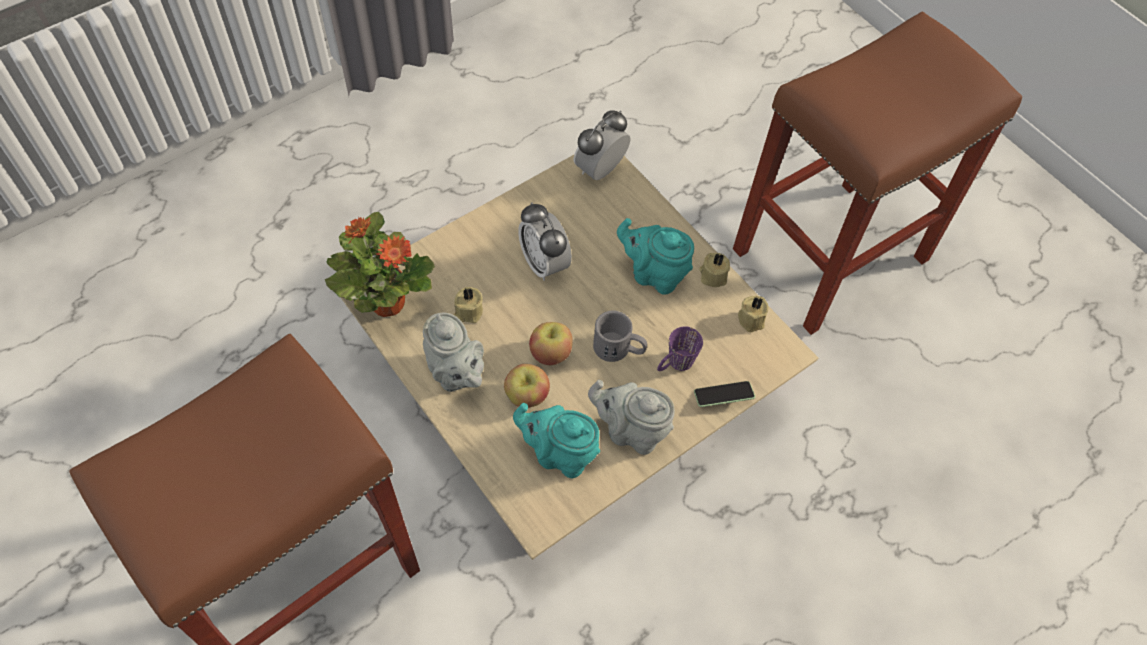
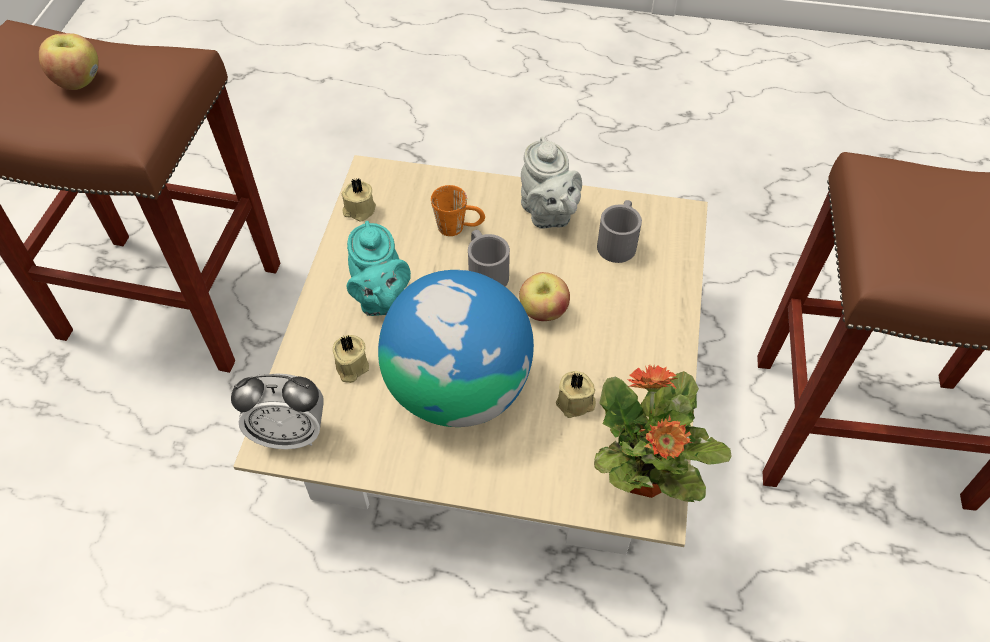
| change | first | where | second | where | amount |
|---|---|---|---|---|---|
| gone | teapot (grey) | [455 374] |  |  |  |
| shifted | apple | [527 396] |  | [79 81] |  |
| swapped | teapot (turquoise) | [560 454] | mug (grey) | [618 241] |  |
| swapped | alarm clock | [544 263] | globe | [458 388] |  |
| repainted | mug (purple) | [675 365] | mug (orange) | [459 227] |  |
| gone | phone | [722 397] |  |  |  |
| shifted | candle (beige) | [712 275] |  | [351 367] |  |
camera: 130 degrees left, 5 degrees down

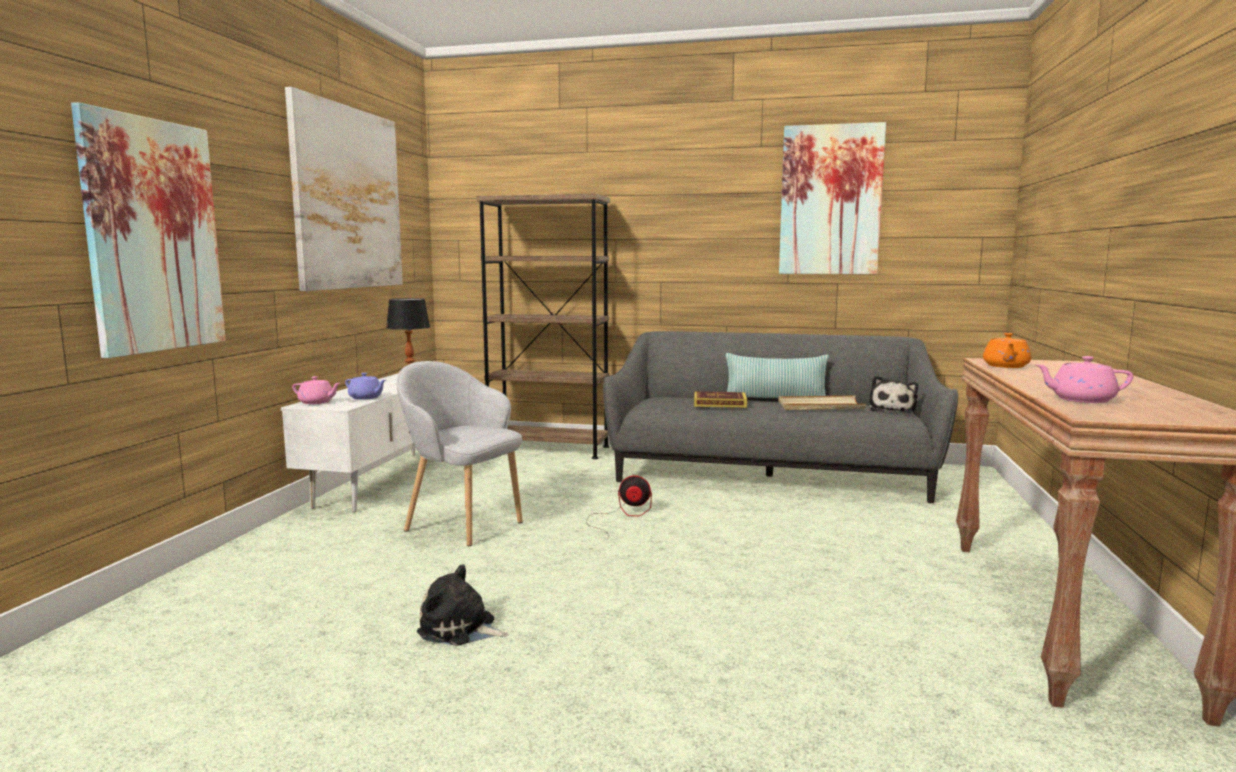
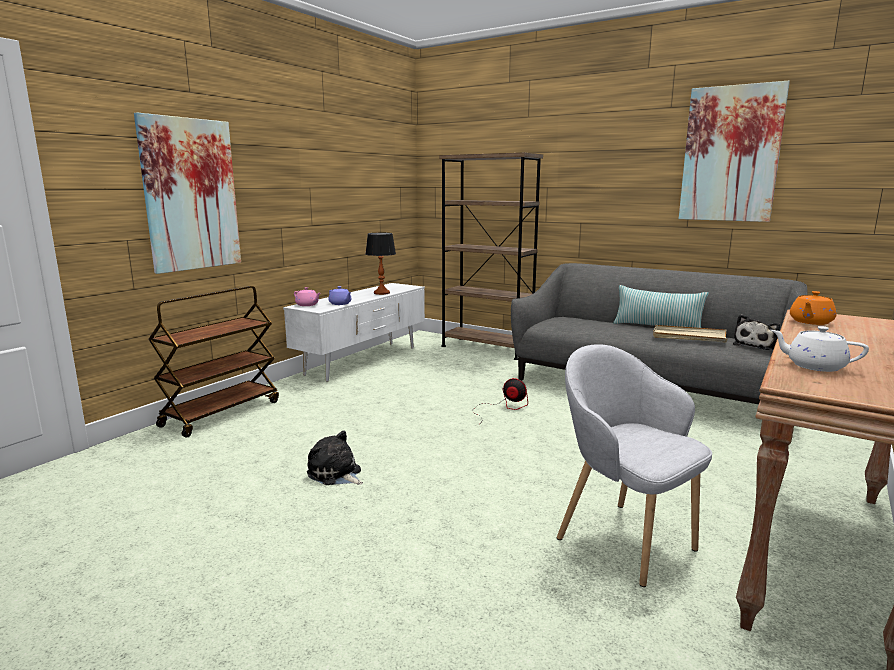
| change | first | where | second | where | amount |
|---|---|---|---|---|---|
| gone | picture | [348 198] |  |  |  |
| shifted | armchair (grey) | [462 524] |  | [623 539] |  |
| gone | book | [719 403] |  |  |  |
| repainted | teapot (pink) | [1080 400] | teapot (white) | [814 366] |  |
| new |  |  | cart (brown) | [221 413] |  |
camera: 20 degrees right, 5 degrees up

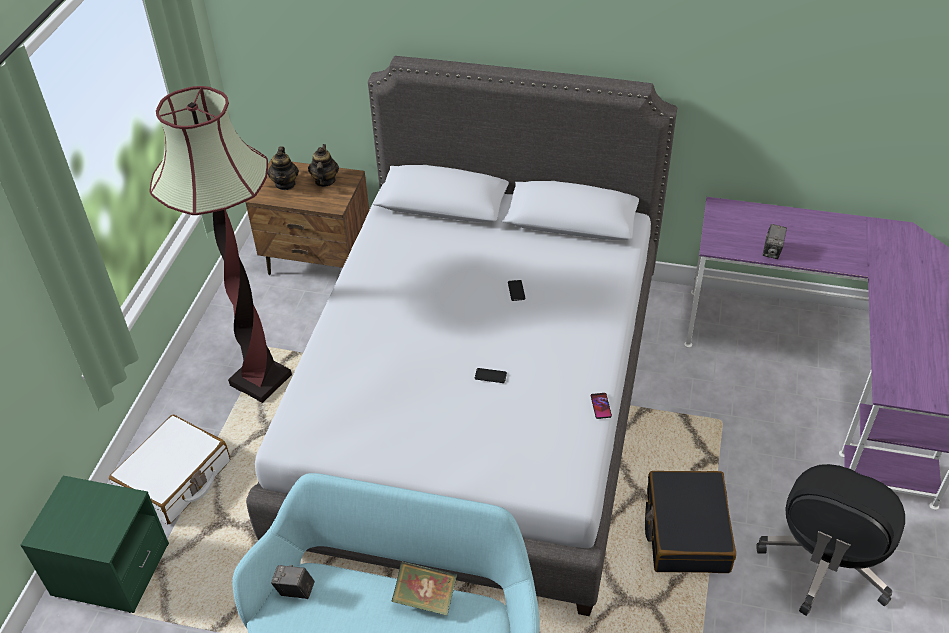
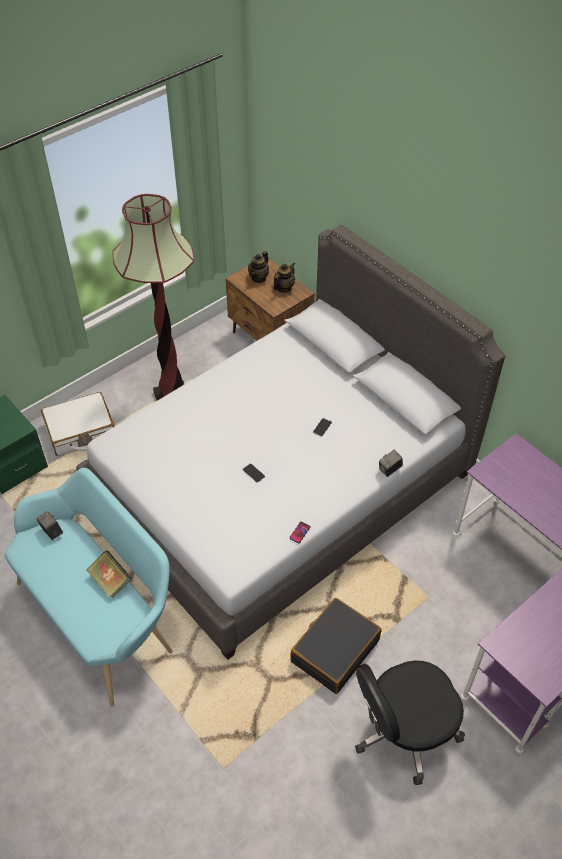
| change | first | where | second | where | amount |
|---|---|---|---|---|---|
| shifted | photo camera | [772 251] |  | [389 470] |  |
camera: 35 degrees right, 5 degrees up

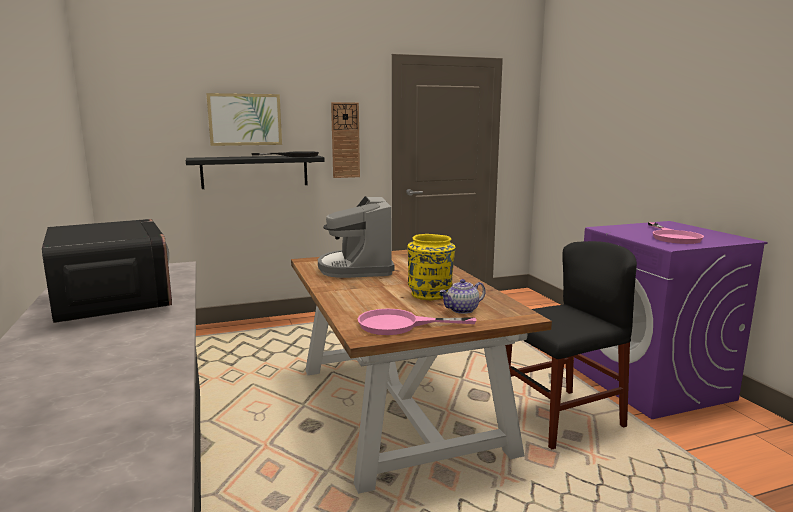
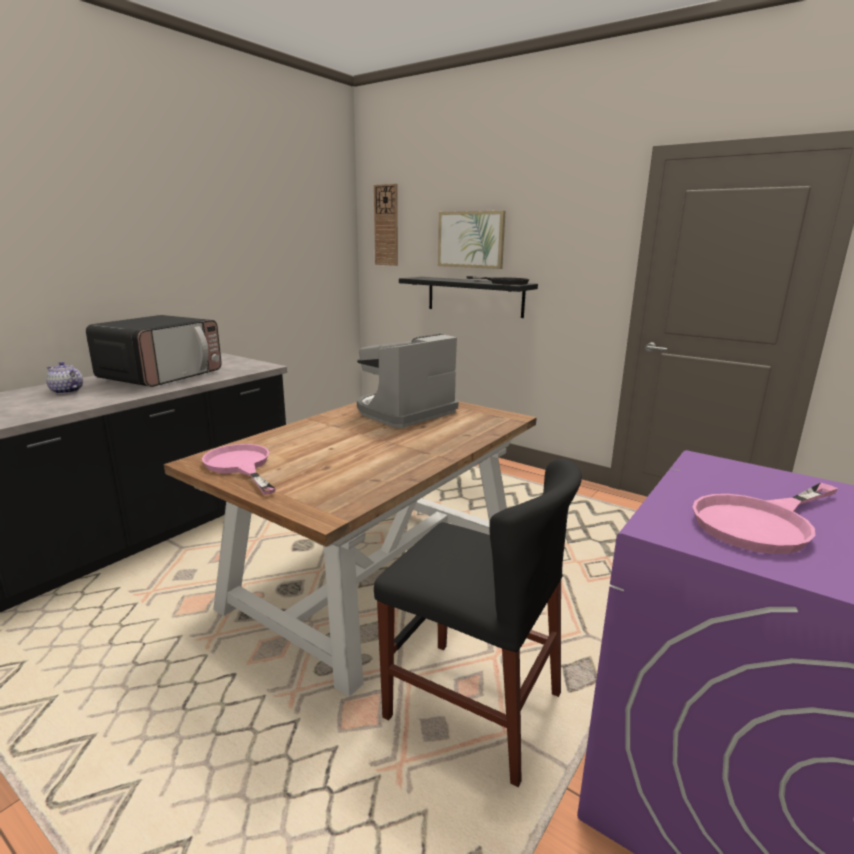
| change | first | where | second | where | amount |
|---|---|---|---|---|---|
| shifted | wall clock | [345 140] |  | [386 225] |  |
| gone | vase (yellow) | [430 294] |  |  |  |
| shifted | teapot | [462 310] |  | [66 391] |  |
camera: 55 degrees right, 5 degrees up

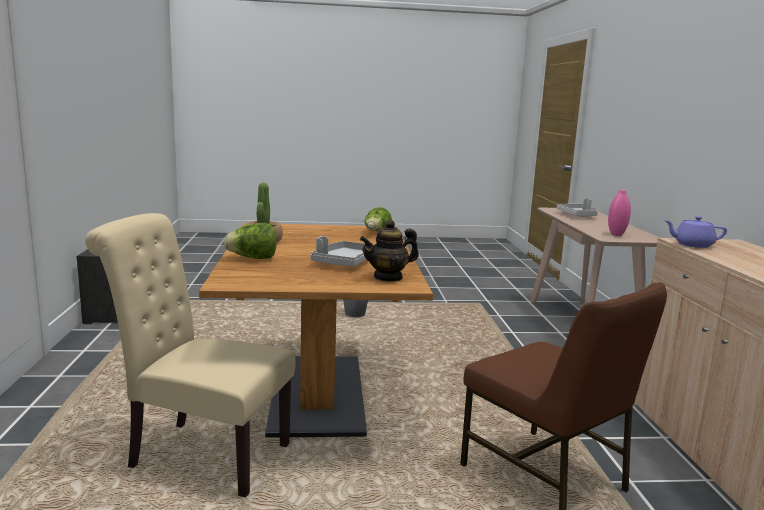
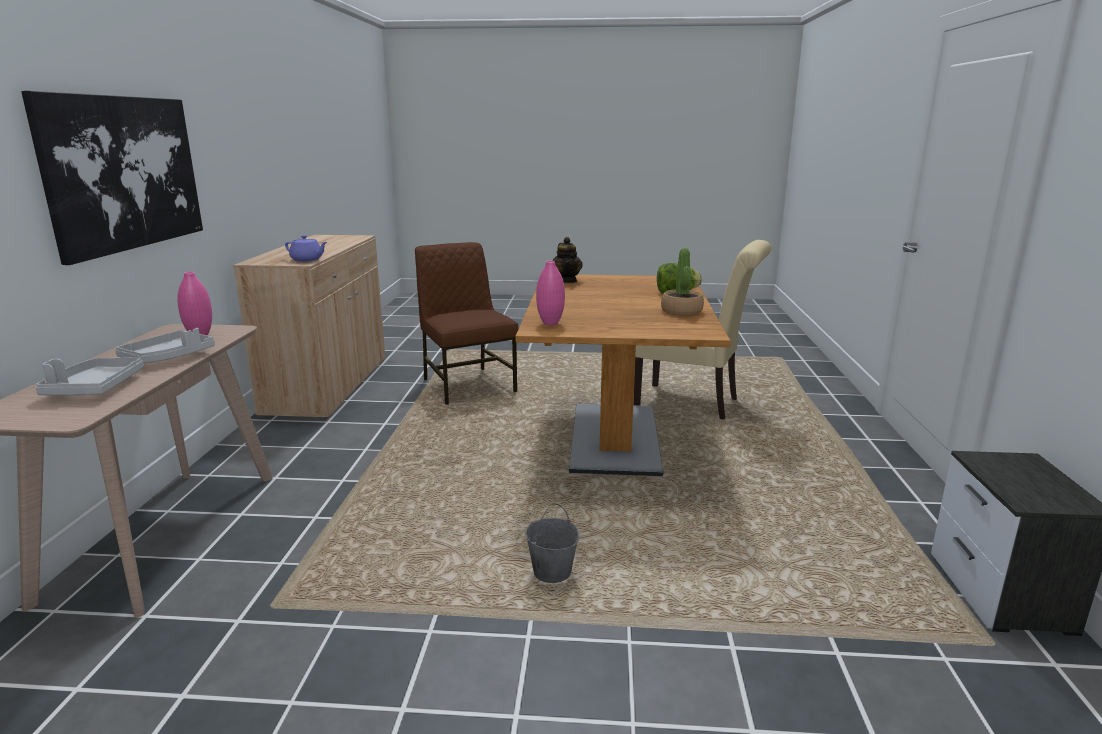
| change | first | where | second | where | amount |
|---|---|---|---|---|---|
| shifted | tray (grey) | [344 262] |  | [169 357] |  |
| rotated | teapot | [388 277] |  | [566 281] | 90 degrees clockwise |
| swapped | lettuce | [376 232] | vase (pink) | [550 323] |  |
| new |  |  | picture | [124 173] |  |
camera: 170 degrees left, 5 degrees up

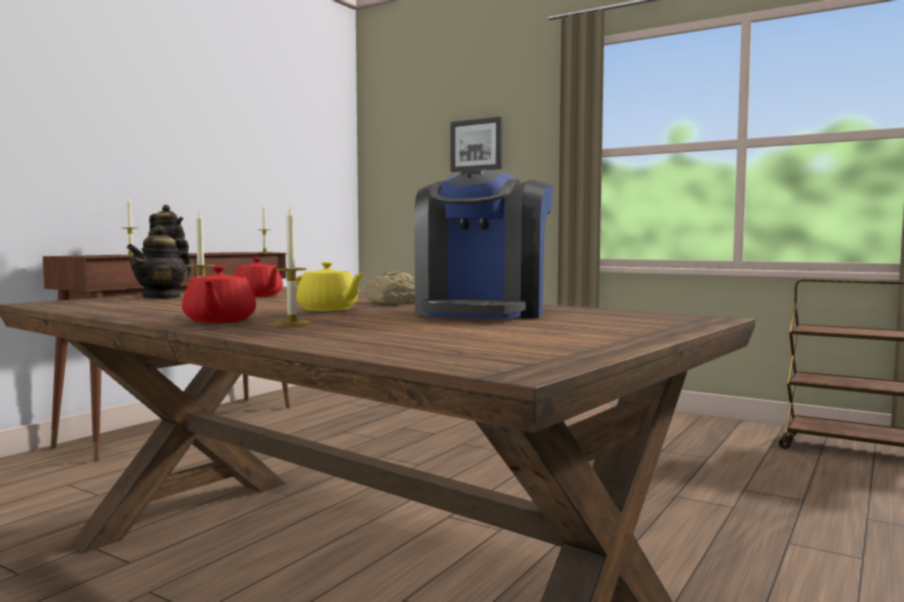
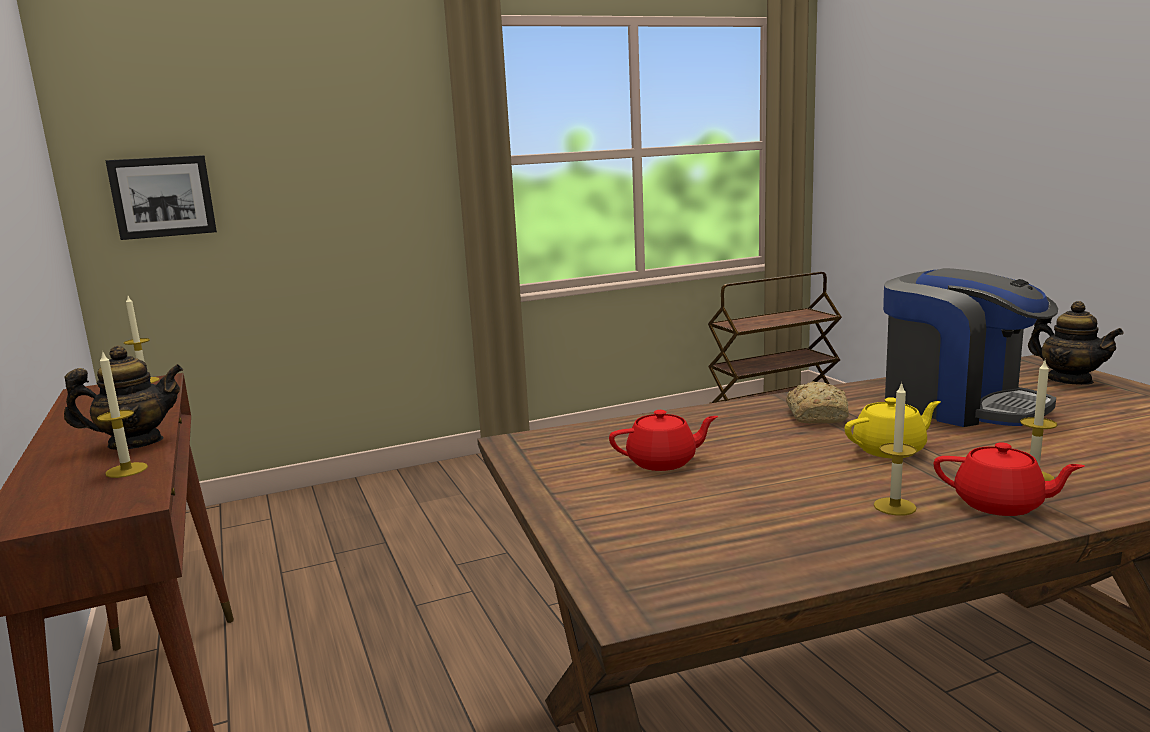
| change | first | where | second | where | amount |
|---|---|---|---|---|---|
| shifted | teapot | [162 297] |  | [1069 380] |  |
| shifted | picture | [476 145] |  | [163 197] |  |
camera: 55 degrees left, 10 degrees up

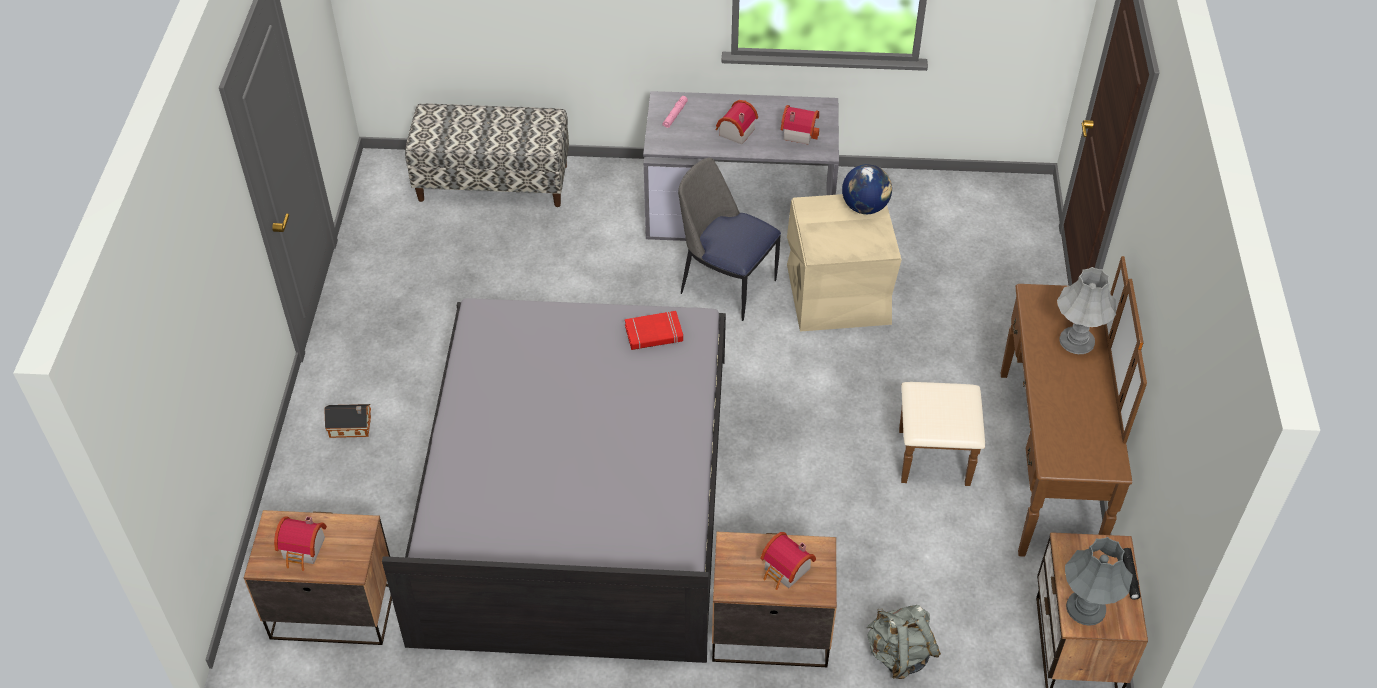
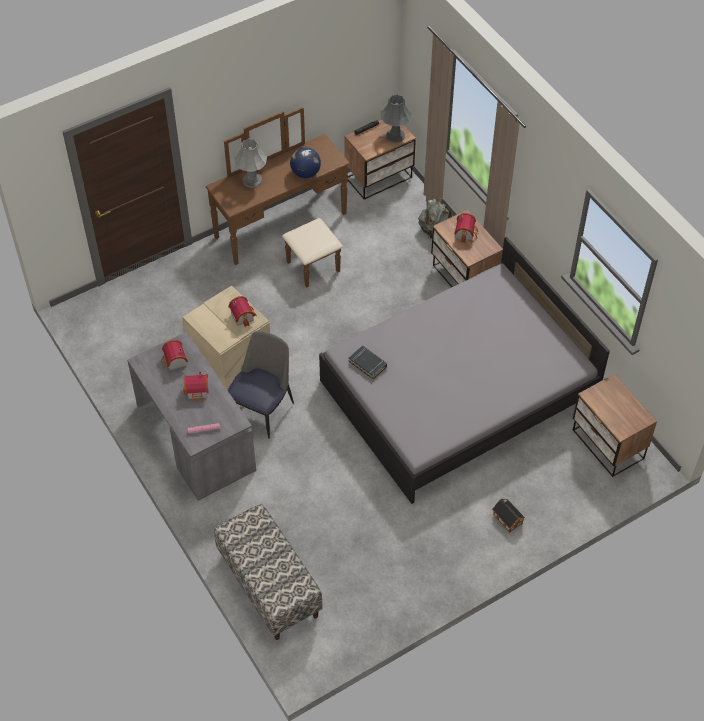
| change | first | where | second | where | amount |
|---|---|---|---|---|---|
| shifted | toy house | [304 550] |  | [243 316] |  |
| repainted | book (red) | [654 334] | book (black) | [368 364] |  |
| rotated | chair | [726 284] |  | [263 410] | 150 degrees counterclockwise |
| shifted | globe | [865 207] |  | [305 173] |  |
camera: 125 degrees left, 5 degrees up

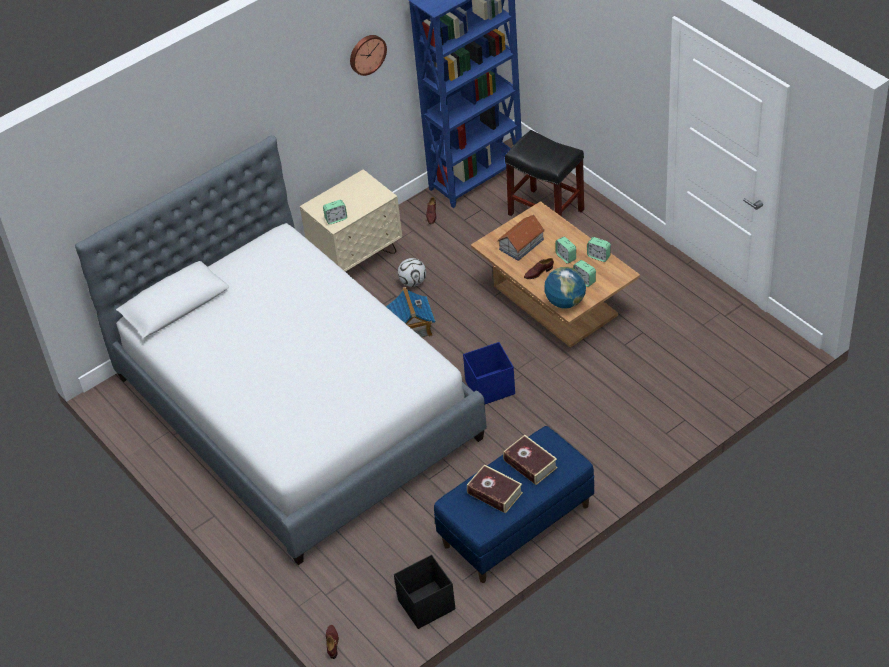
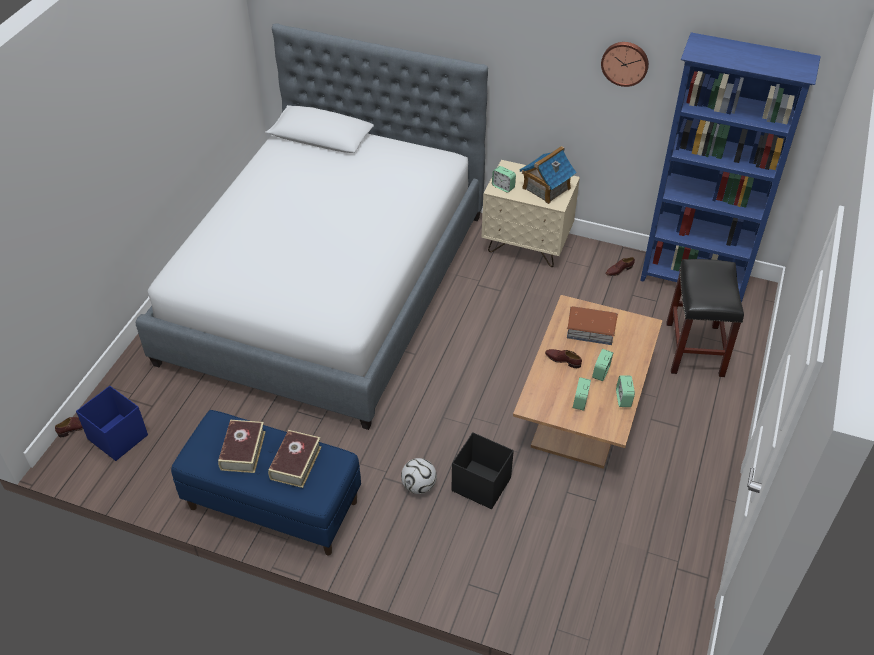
| change | first | where | second | where | amount |
|---|---|---|---|---|---|
| shifted | toy house | [412 328] |  | [546 188] |  |
| shifted | storage box (black) | [425 605] |  | [480 484] |  |
| shifted | football | [413 282] |  | [419 486] |  |
| shifted | storage box (blue) | [489 388] |  | [118 437] |  |
| gone | globe | [565 302] |  |  |  |
camera: 55 degrees right, 0 degrees up

